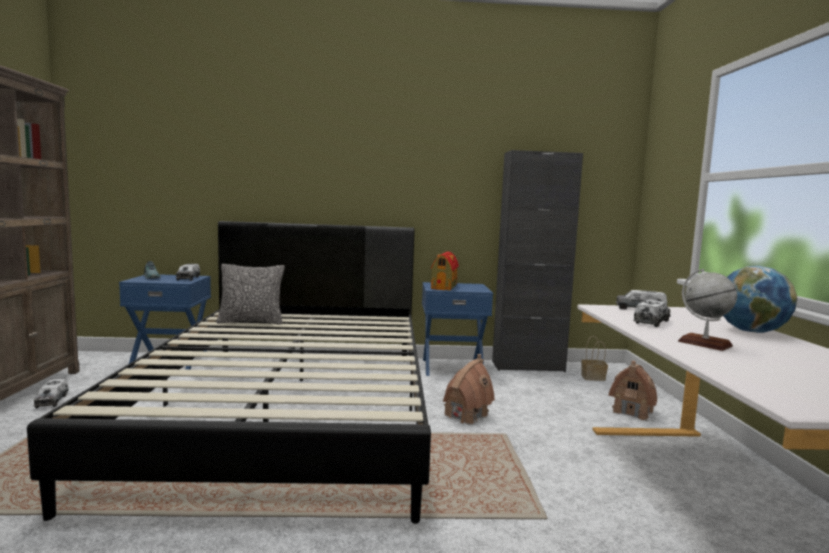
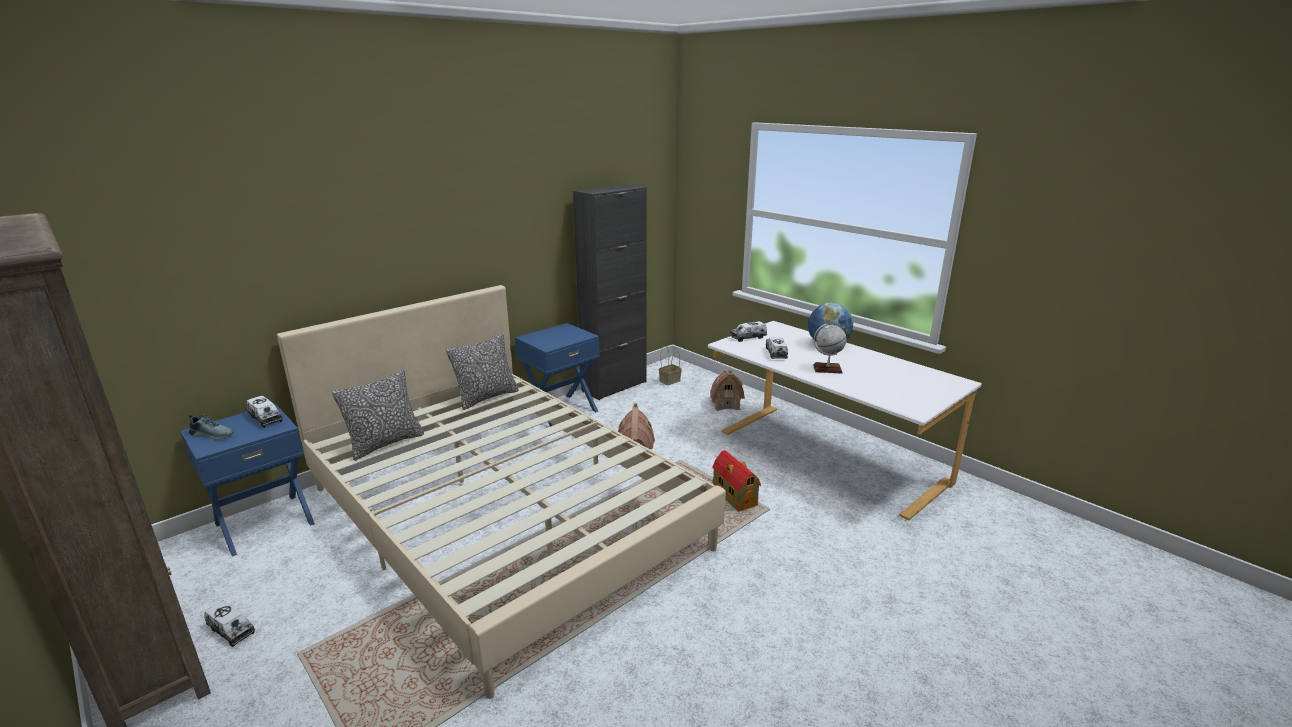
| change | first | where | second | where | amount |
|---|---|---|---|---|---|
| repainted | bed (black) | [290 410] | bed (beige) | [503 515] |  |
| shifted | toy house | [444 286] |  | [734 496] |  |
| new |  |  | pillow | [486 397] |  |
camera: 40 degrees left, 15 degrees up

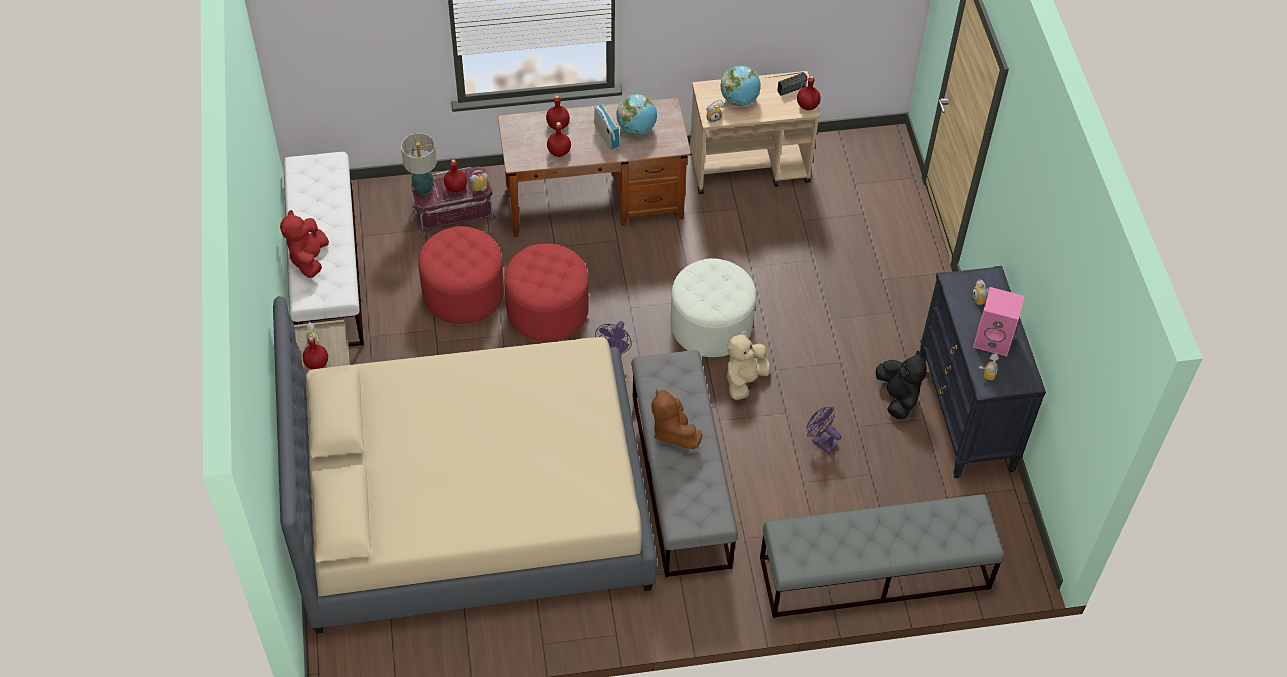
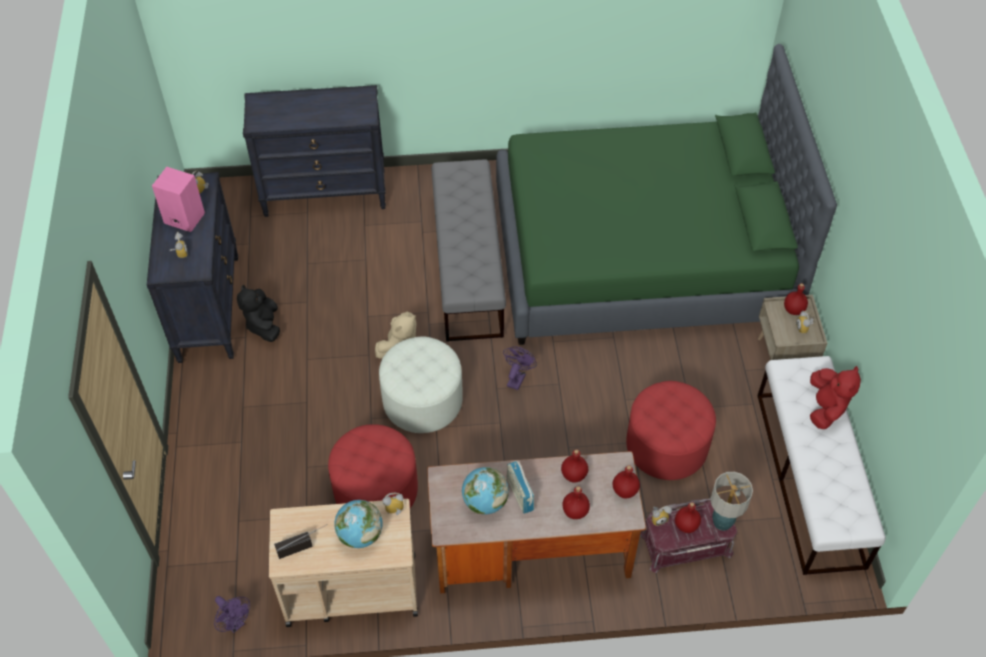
| change | first | where | second | where | amount |
|---|---|---|---|---|---|
| repainted | bed (beige) | [472 504] | bed (green) | [641 255] |  |
| shifted | ottoman (red) | [547 310] |  | [376 489] |  |
| gone | plush toy (brown) | [673 431] |  |  |  |
| swapped | bench (grey) | [874 573] | dresser (black) | [325 194] |  |
| shifted | bottle (red) | [808 105] |  | [624 490] |  |
| shifted | fan (purple) | [821 441] |  | [235 623] |  |
camera: 175 degrees left, 0 degrees up

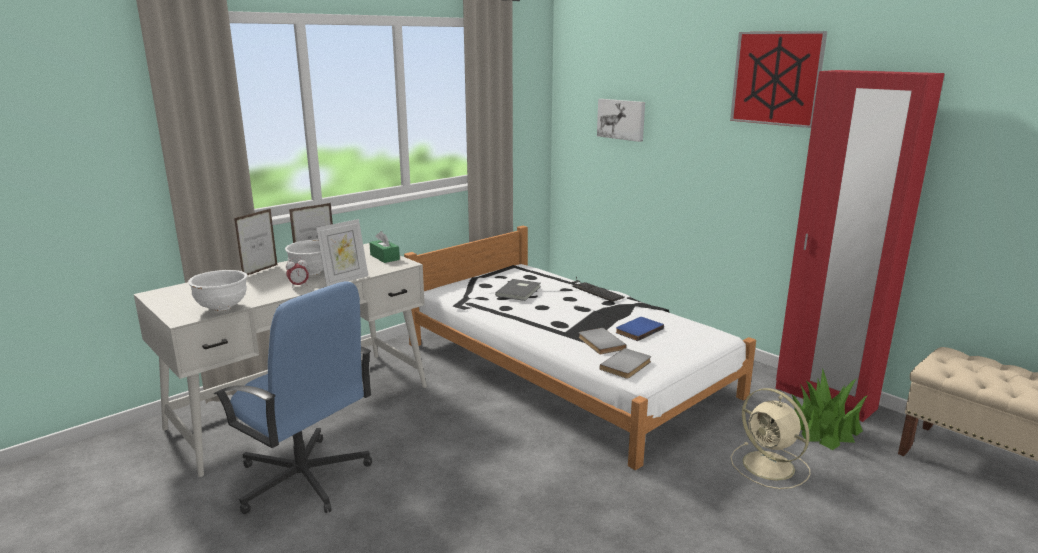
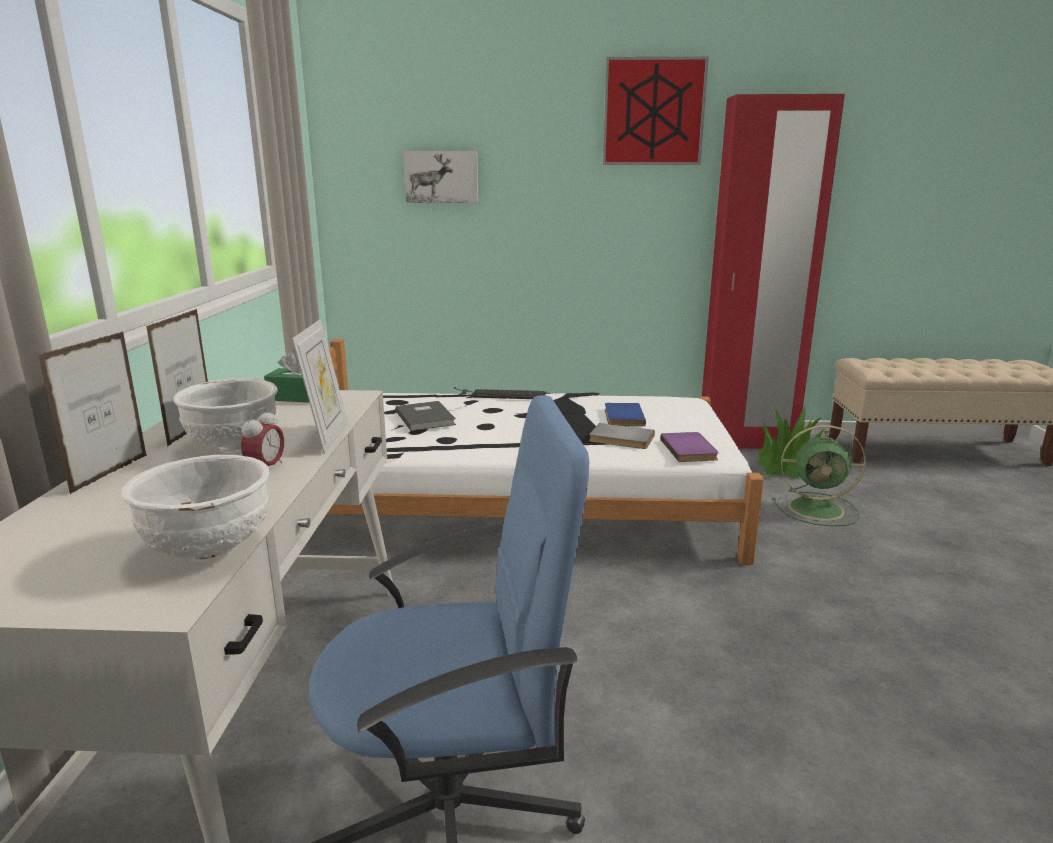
| change | first | where | second | where | amount |
|---|---|---|---|---|---|
| rotated | picture frame | [260 271] |  | [111 473] | 150 degrees counterclockwise |
| repainted | book (grey) | [627 366] | book (purple) | [690 449] |  |
| repainted | fan (beige) | [770 467] | fan (green) | [818 509] |  |
camera: 45 degrees left, 0 degrees up

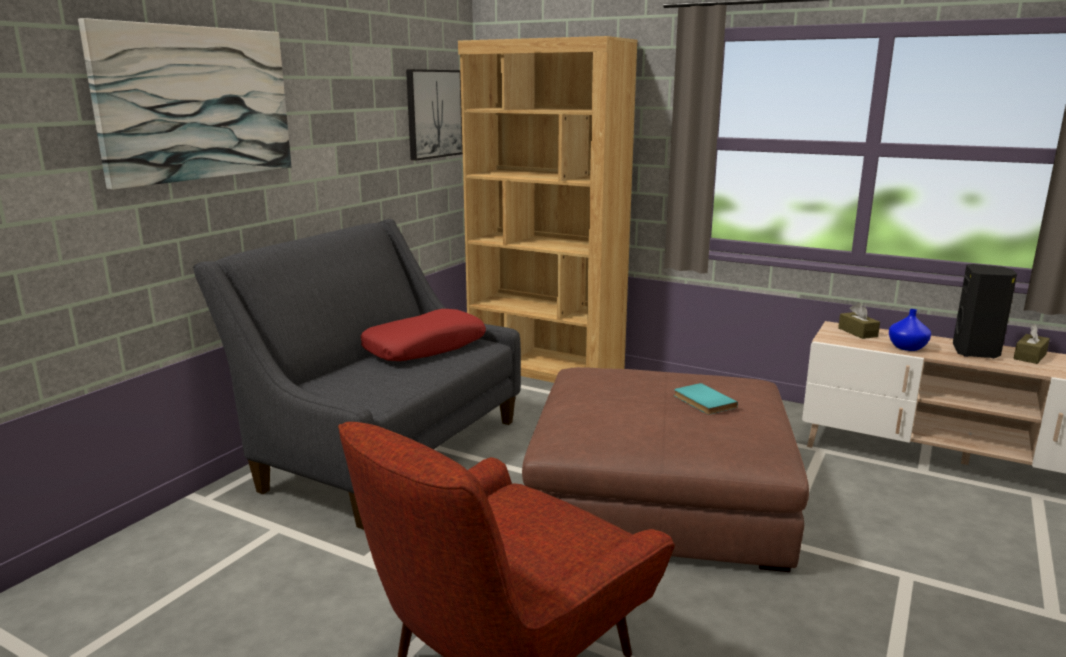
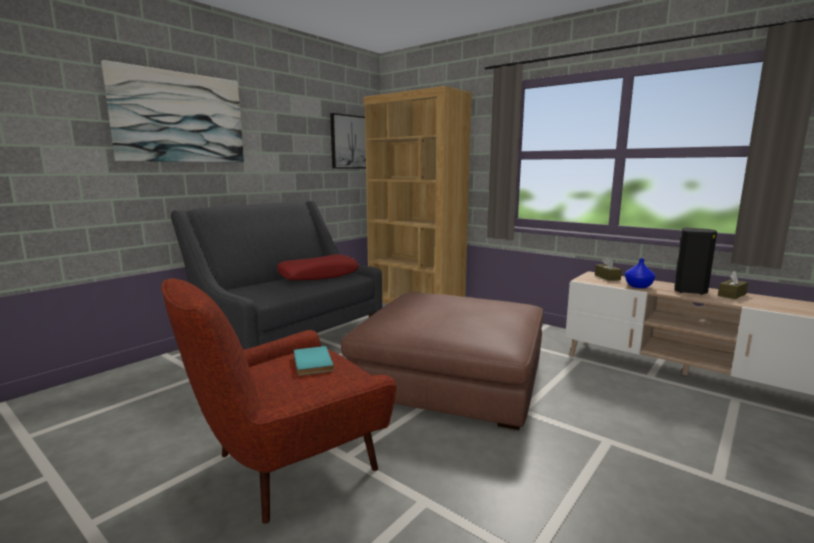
| change | first | where | second | where | amount |
|---|---|---|---|---|---|
| shifted | book (turquoise) | [702 401] |  | [311 363] |  |
camera: 10 degrees right, 5 degrees down

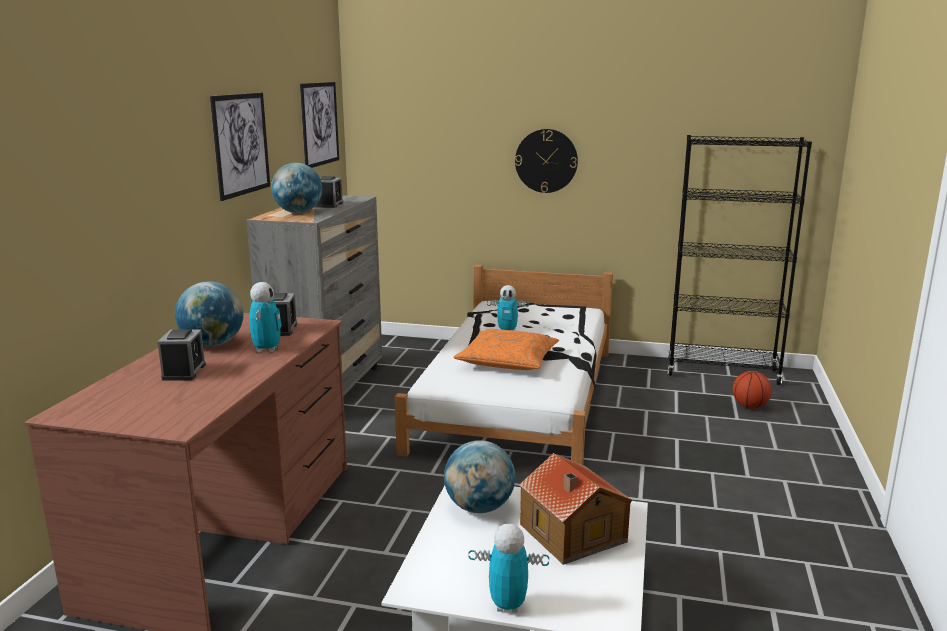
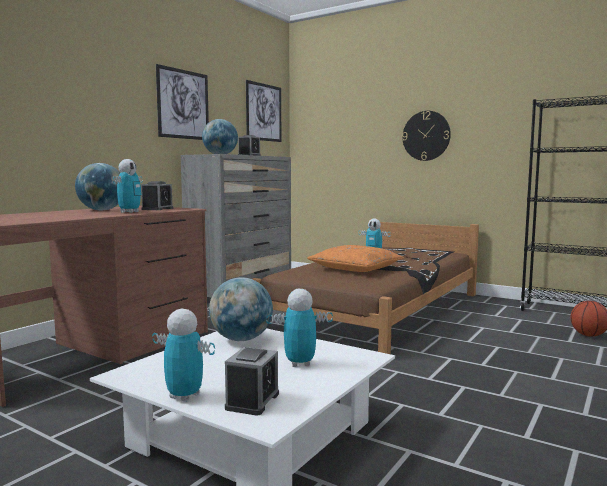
| change | first | where | second | where | amount |
|---|---|---|---|---|---|
| shifted | alarm clock | [184 372] |  | [252 401] |  |
| repainted | bed (white) | [518 397] | bed (brown) | [377 310] |  |
| swapped | toy house | [572 534] | toy robot | [299 363] |  |
camera: 20 degrees right, 10 degrees down

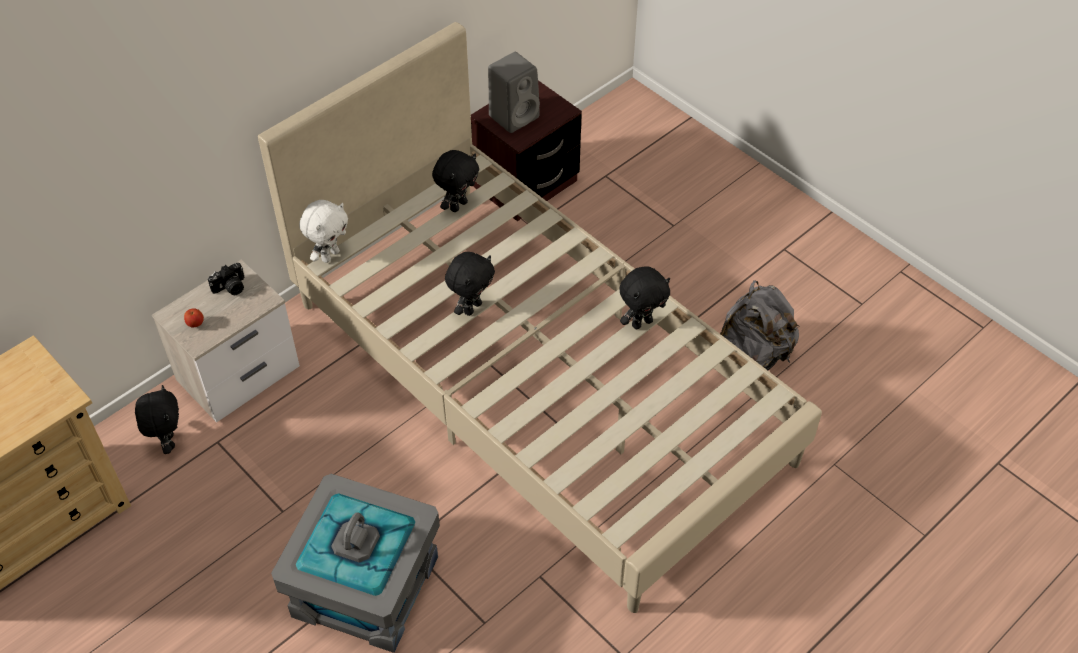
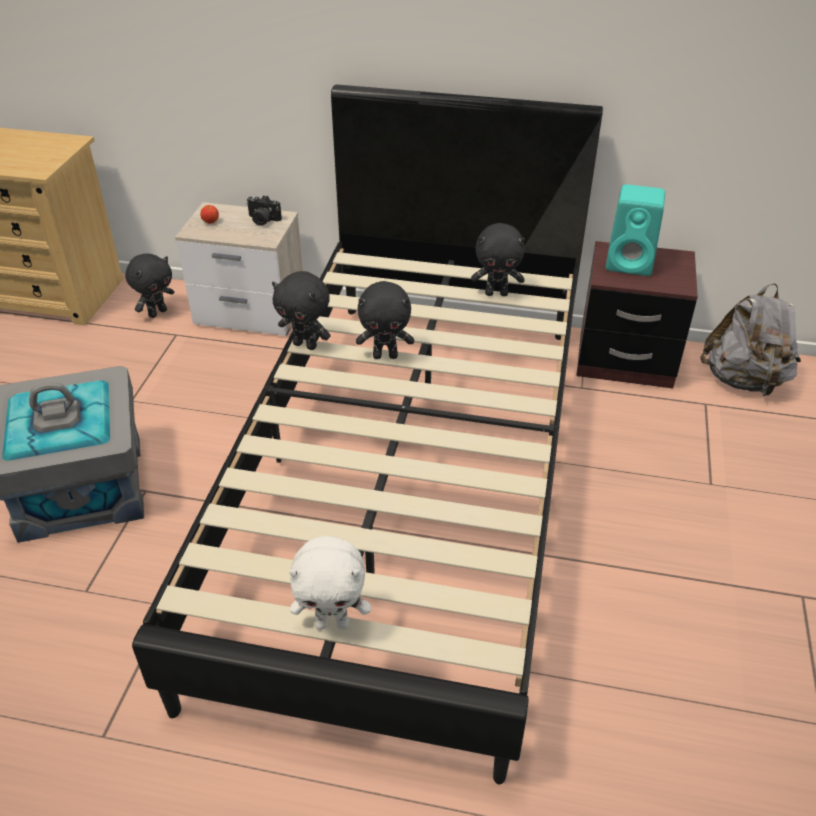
| change | first | where | second | where | amount |
|---|---|---|---|---|---|
| repainted | bed (beige) | [538 379] | bed (black) | [408 482] |  |
| shifted | plush toy (white) | [330 255] |  | [332 623] |  |
| repainted | speaker (grey) | [515 116] | speaker (turquoise) | [631 263] |  |
| shifted | plush toy (black) | [641 322] |  | [306 345] |  |
| shifted | backpack (grey) | [750 356] |  | [744 380] |  |
camera: 55 degrees right, 10 degrees down

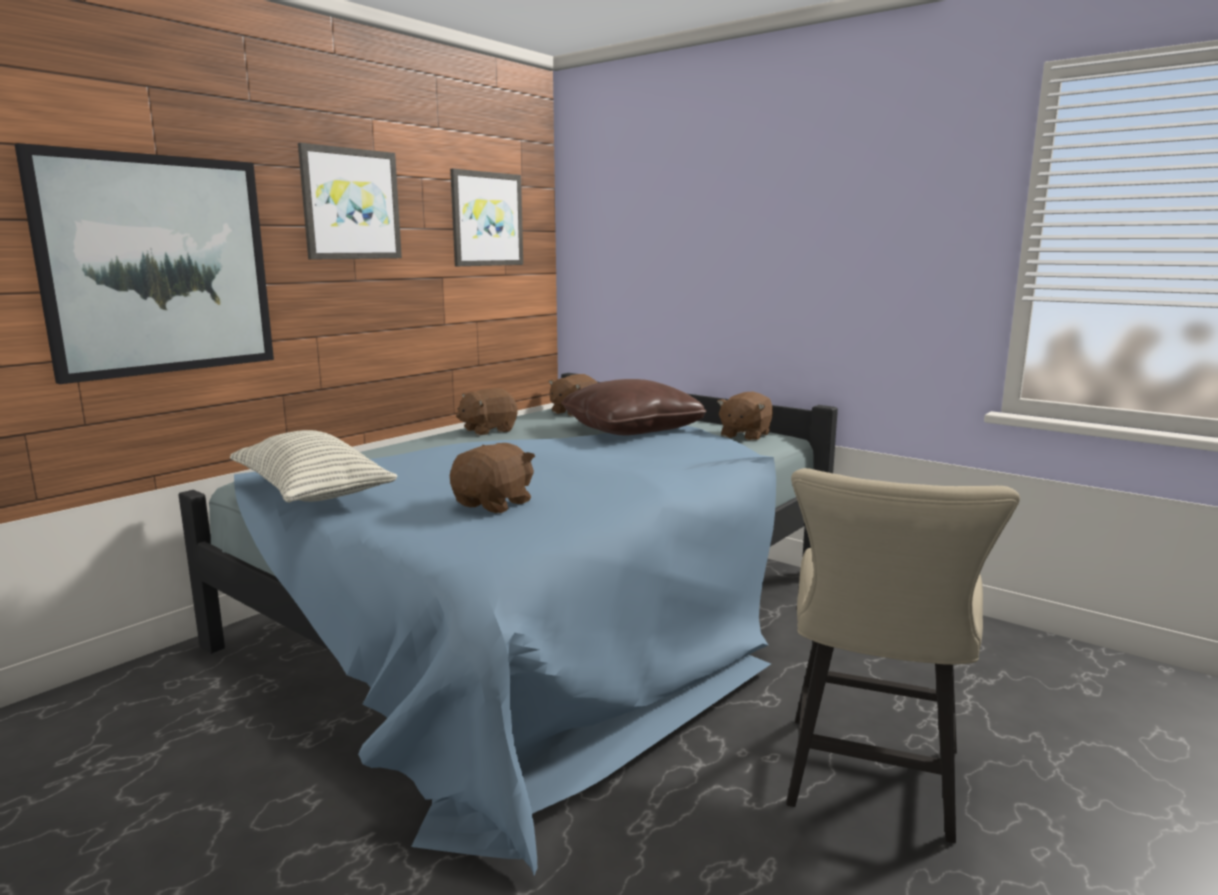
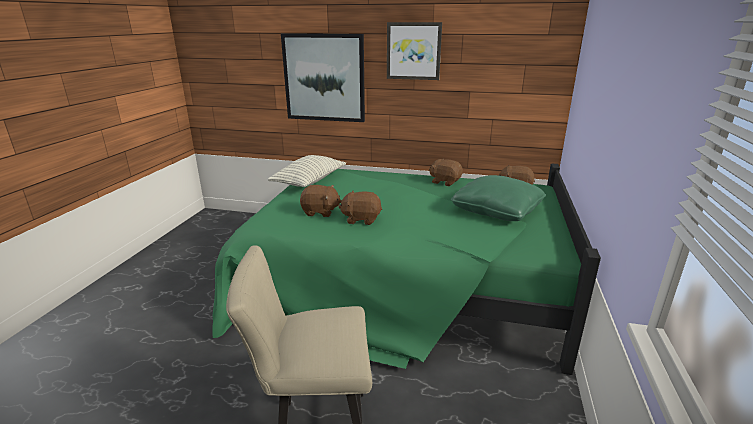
| change | first | where | second | where | amount |
|---|---|---|---|---|---|
| repainted | bed (blue) | [546 618] | bed (green) | [403 284] |  |
| gone | picture | [486 219] |  |  |  |
| repainted | pillow (brown) | [631 430] | pillow (green) | [496 211] |  |
| shifted | plush toy (brown) | [744 435] |  | [361 219] |  |
camera: 65 degrees right, 10 degrees up

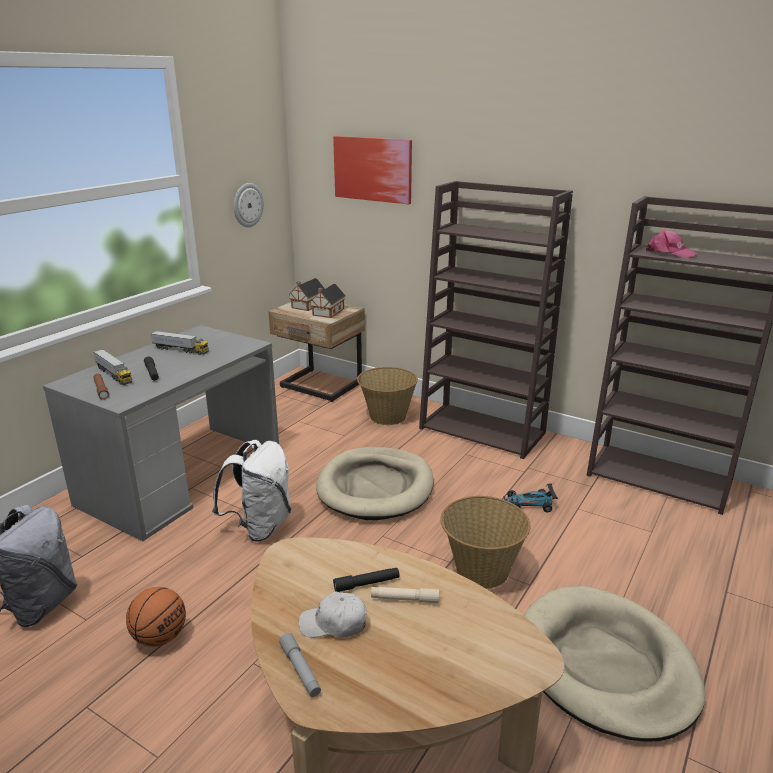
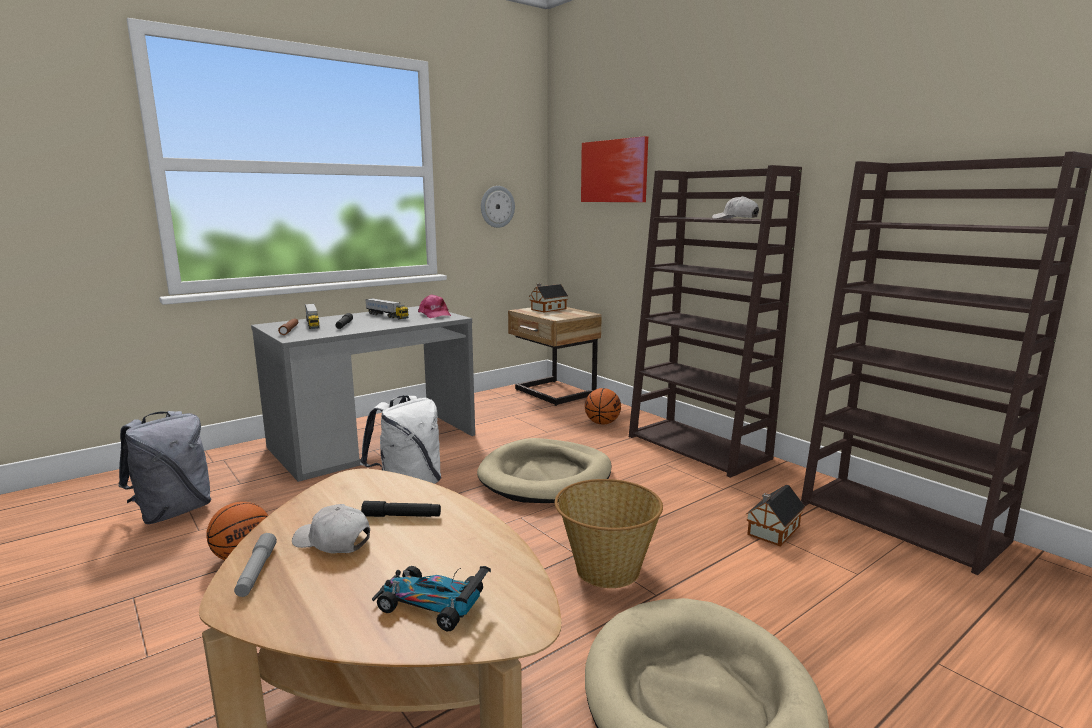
| change | first | where | second | where | amount |
|---|---|---|---|---|---|
| shifted | toy house | [327 312] |  | [772 531] |  |
| swapped | basket | [387 416] | basketball | [602 423] |  |
| gone | flashlight (beige) | [404 599] |  |  |  |
| shifted | toy car | [529 504] |  | [432 604] |  |
| shifted | cap (pink) | [669 253] |  | [434 314] |  |
| new |  |  | cap (white) | [735 219] |  |
camera: 20 degrees right, 10 degrees down

